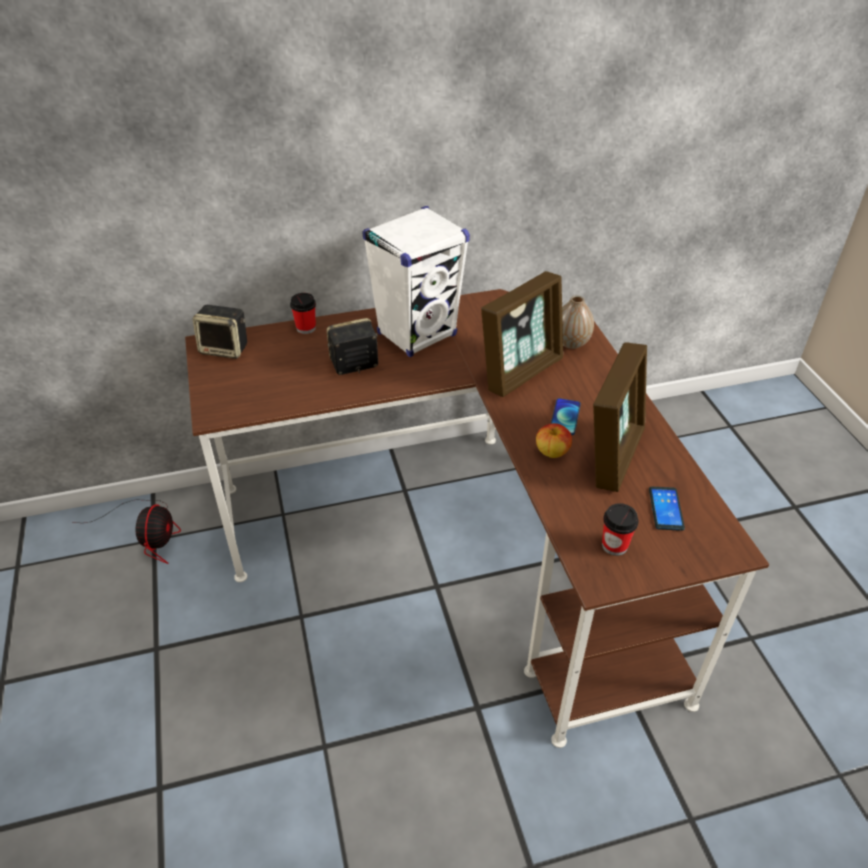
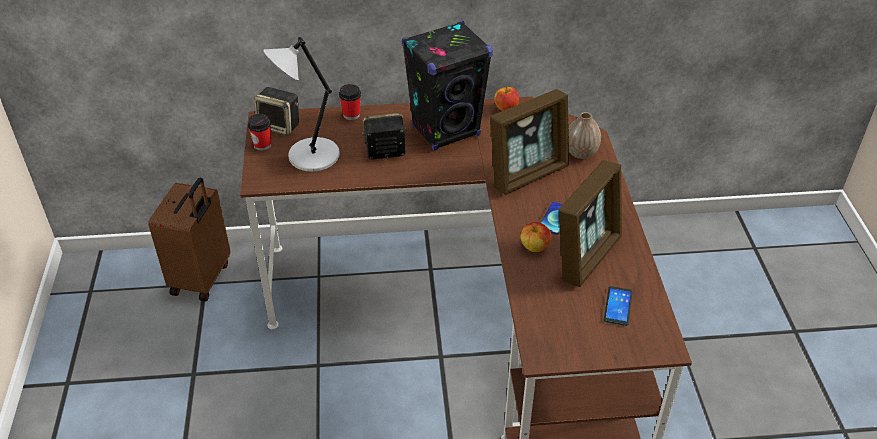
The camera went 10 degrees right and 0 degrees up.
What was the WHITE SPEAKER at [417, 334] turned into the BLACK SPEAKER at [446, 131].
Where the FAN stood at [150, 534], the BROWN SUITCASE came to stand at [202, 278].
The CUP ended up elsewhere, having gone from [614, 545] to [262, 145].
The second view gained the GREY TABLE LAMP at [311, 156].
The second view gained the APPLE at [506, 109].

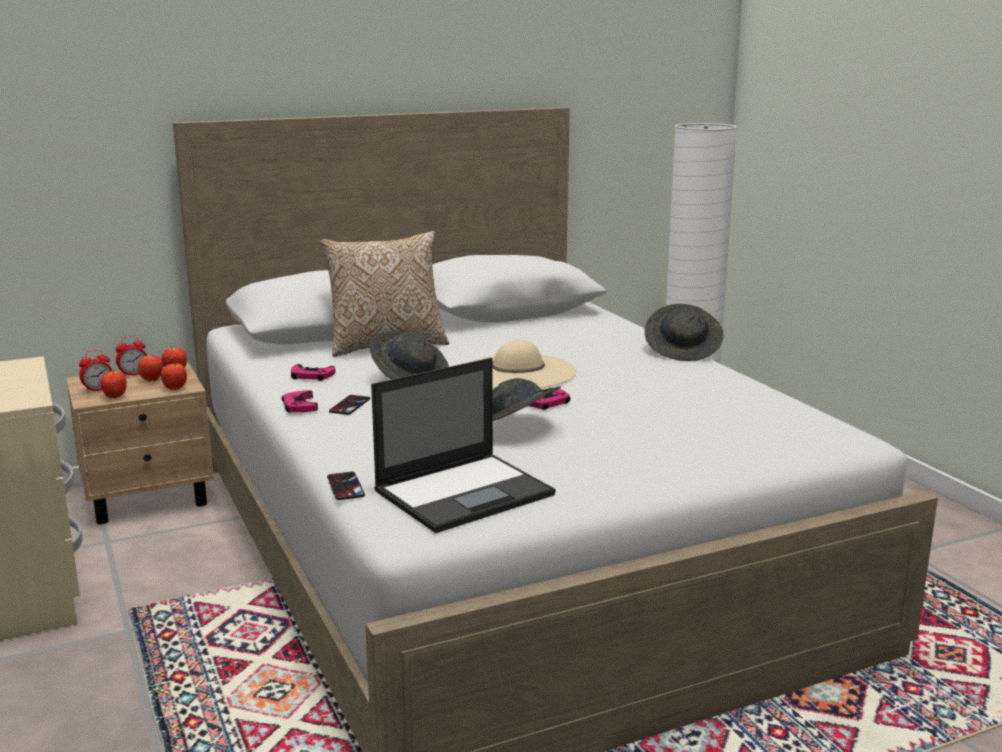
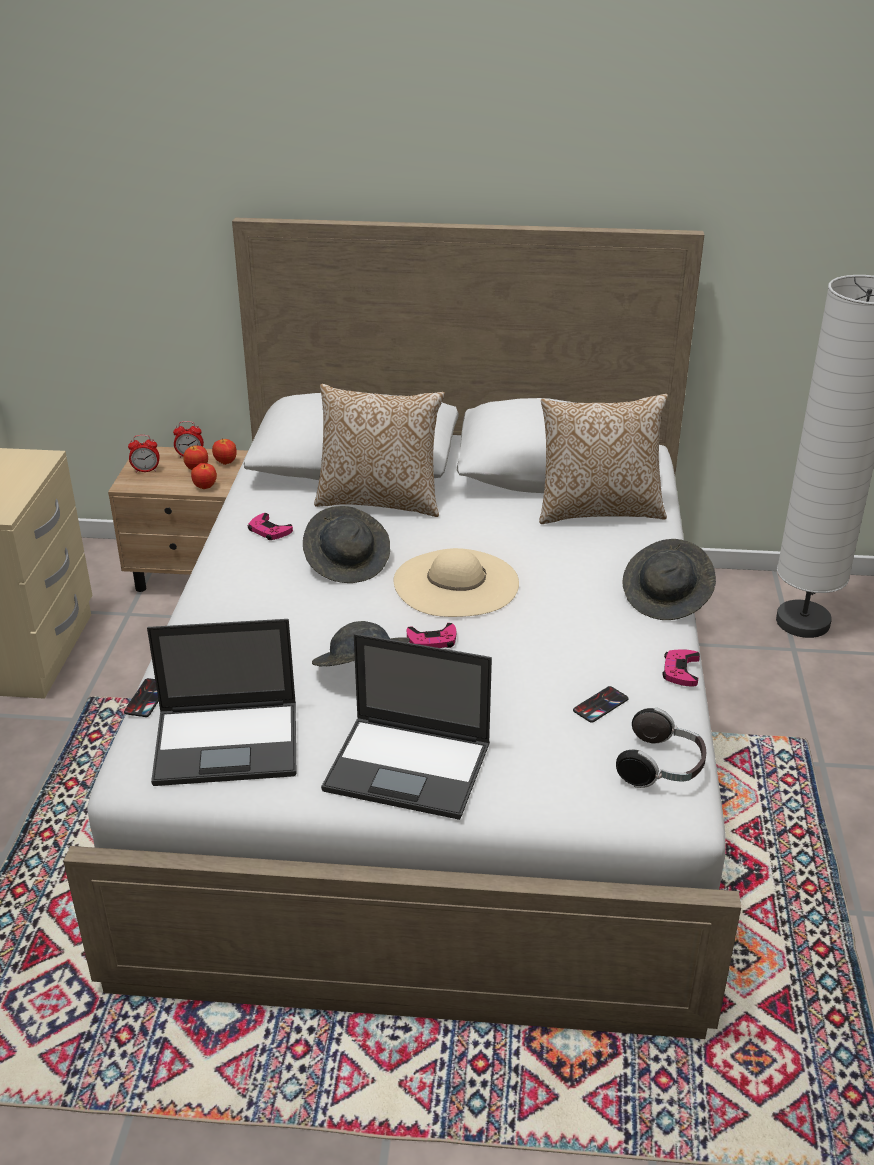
The camera went 30 degrees right and 15 degrees up.
The second view lost the APPLE at [115, 397].
The PINK GAME CONTROLLER ended up elsewhere, having gone from [299, 406] to [680, 671].
The PHONE ended up elsewhere, having gone from [349, 405] to [600, 705].
The second view gained the PILLOW at [598, 510].
The second view gained the LAPTOP at [410, 767].
The second view gained the HEADPHONES at [662, 767].

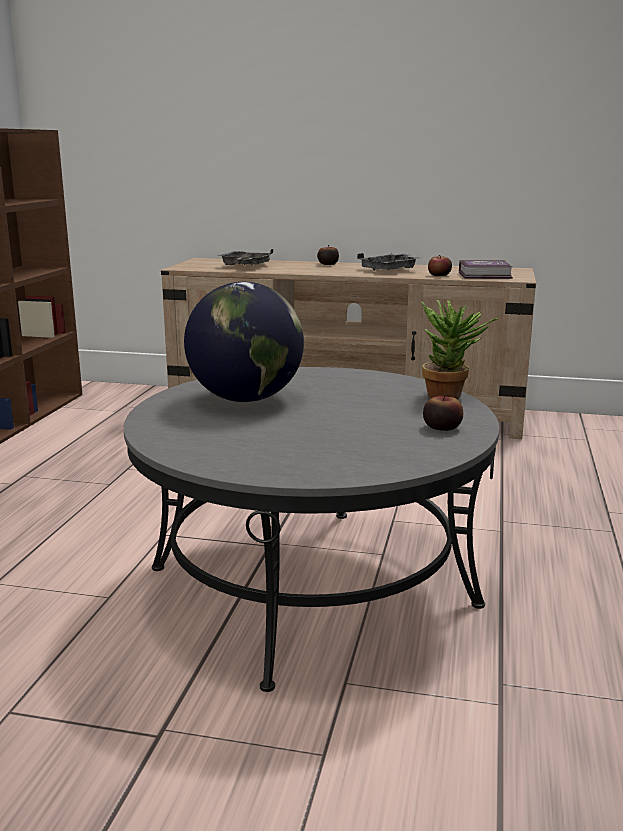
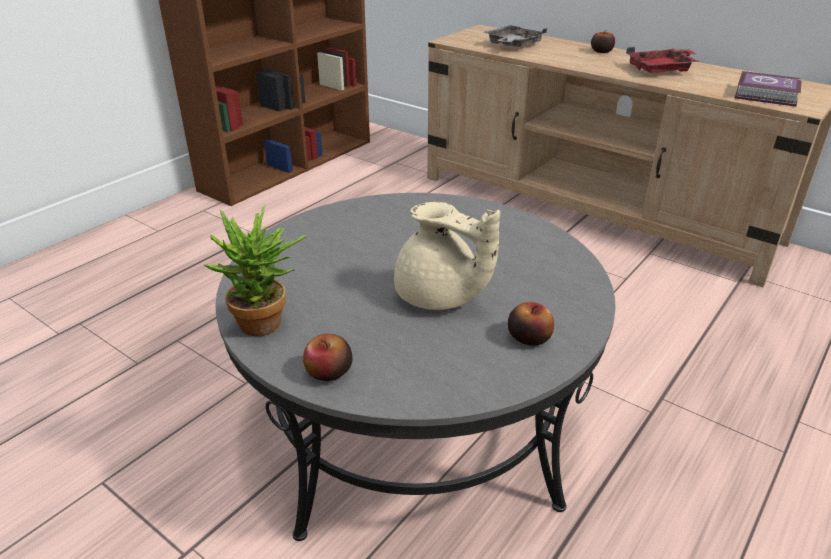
The camera went 25 degrees right and 15 degrees up.
What was the GREY TRAY at [390, 269] turned into the RED TRAY at [661, 70].
The APPLE ended up elsewhere, having gone from [439, 275] to [329, 372].
The second view lost the GLOBE at [246, 399].
The POTTED PLANT ended up elsewhere, having gone from [451, 396] to [266, 328].
The second view gained the BEIGE TEAPOT at [440, 297].

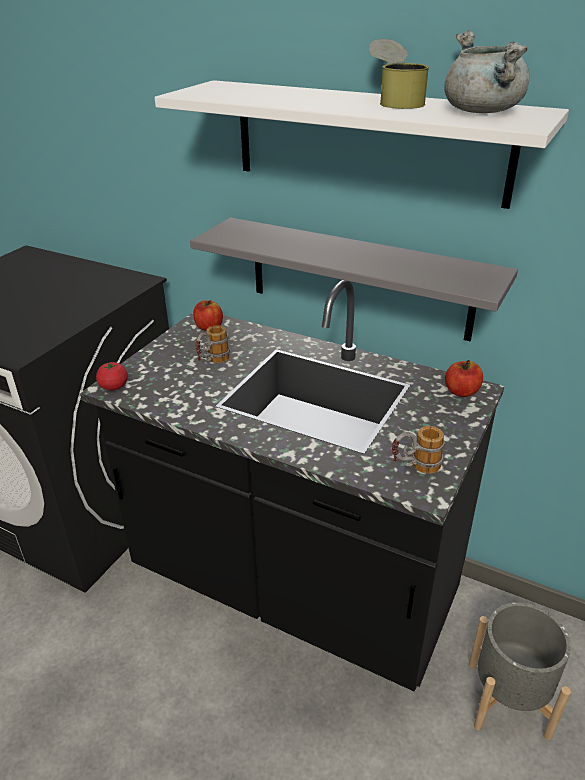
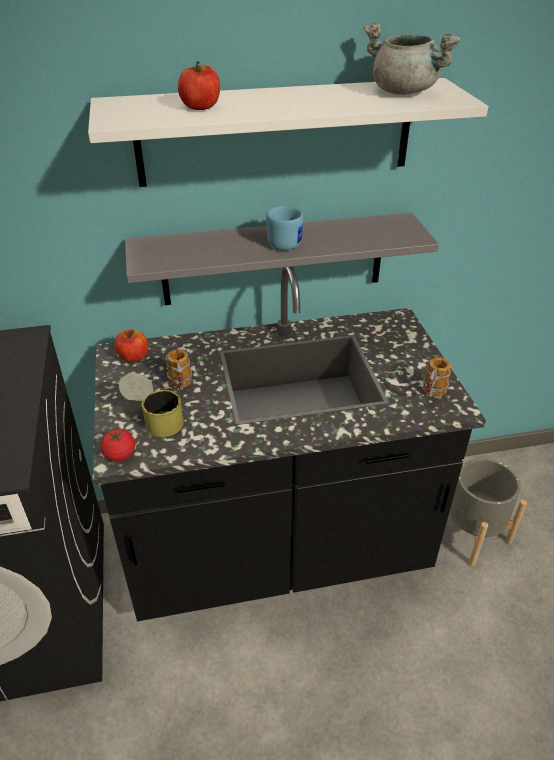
The camera went 40 degrees left and 5 degrees up.
The CAN ended up elsewhere, having gone from [395, 102] to [154, 420].
The APPLE ended up elsewhere, having gone from [461, 391] to [200, 107].
The second view gained the BLUE MUG at [285, 242].

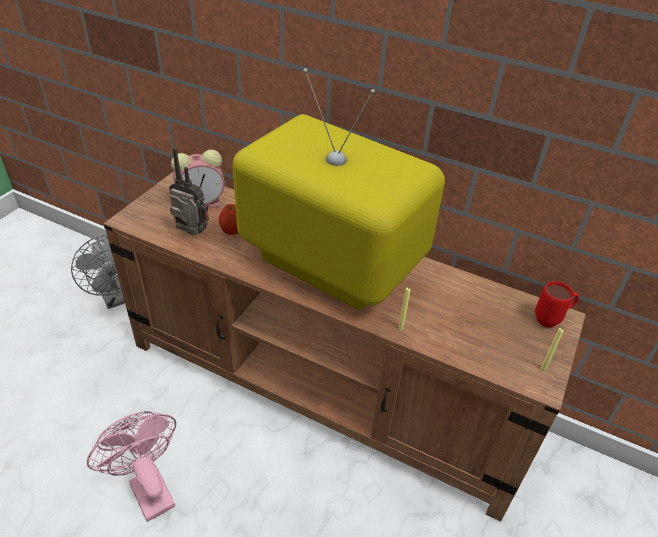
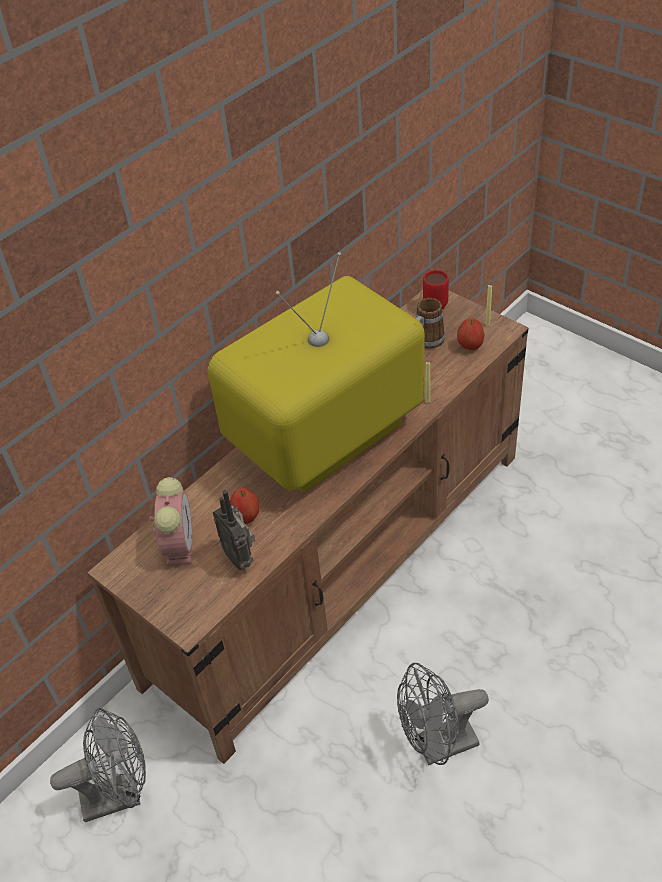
The camera went 70 degrees left and 5 degrees up.
The RADIO at [191, 234] ended up facing another way, 75 degrees counterclockwise from before.
What was the PINK FAN at [148, 488] turned into the GREY FAN at [438, 746].
The second view gained the MUG at [425, 343].
The second view gained the APPLE at [470, 346].

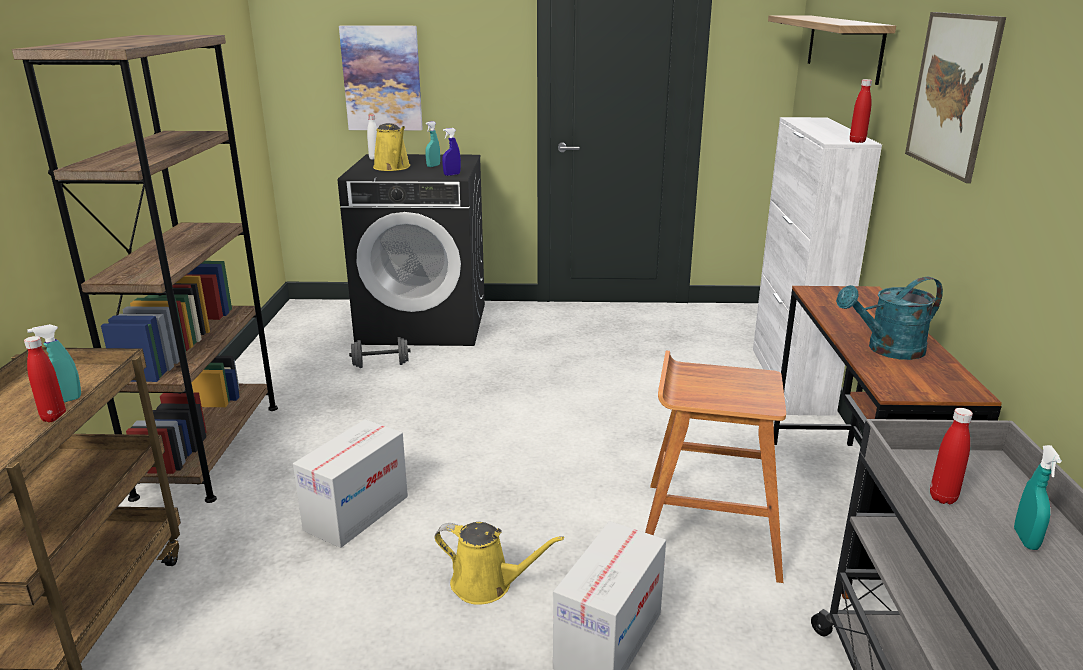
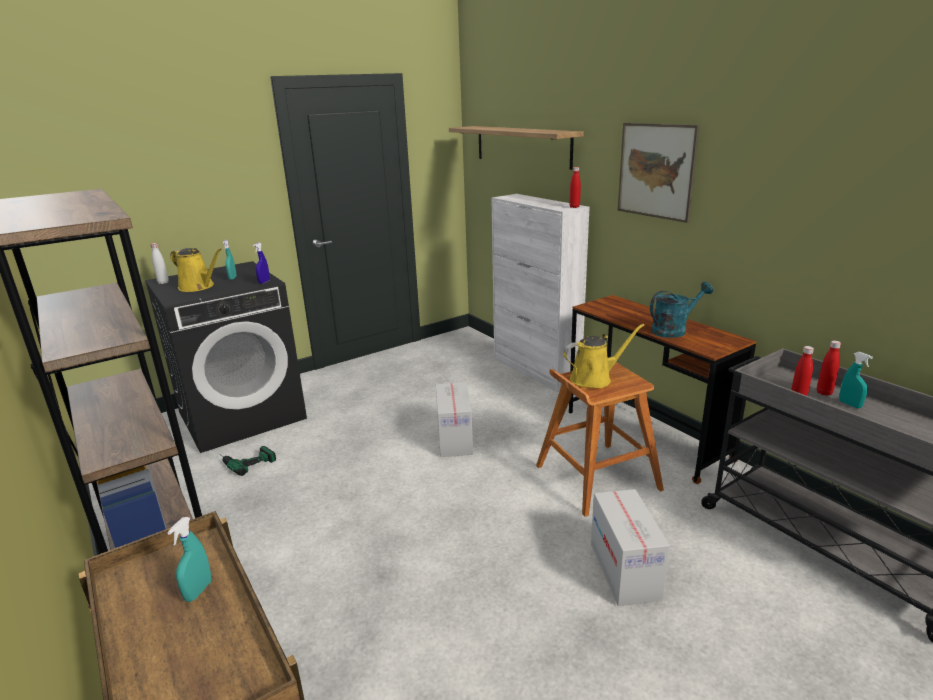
The camera went 35 degrees left and 0 degrees up.
The second view lost the PICTURE at [382, 78].
The TURQUOISE WATERING CAN at [887, 350] ended up facing another way, 150 degrees counterclockwise from before.
The RED BOTTLE ended up elsewhere, having gone from [54, 417] to [824, 392].
Where the GREY DUMBBELL stood at [381, 365], the POWER DRILL came to stand at [246, 460].
The CARDBOARD BOX ended up elsewhere, having gone from [356, 513] to [454, 439].
The YELLOW WATERING CAN ended up elsewhere, having gone from [487, 584] to [594, 378].

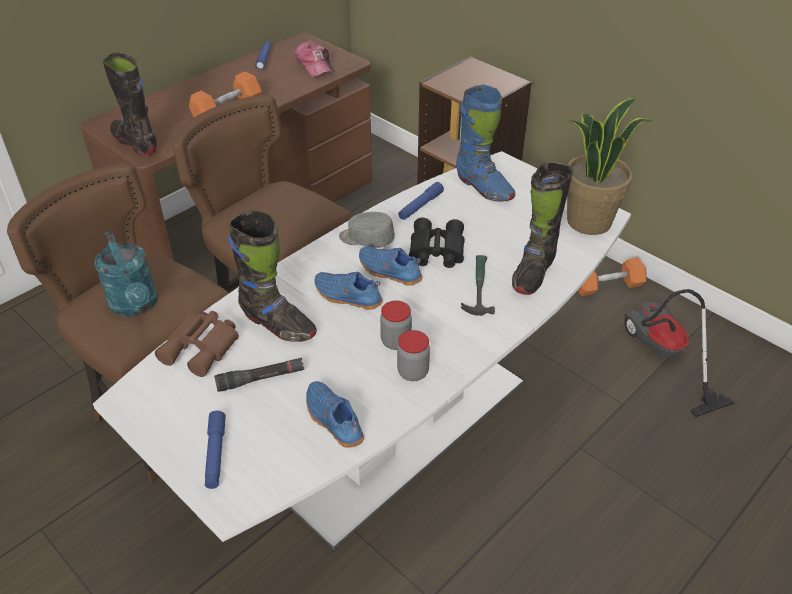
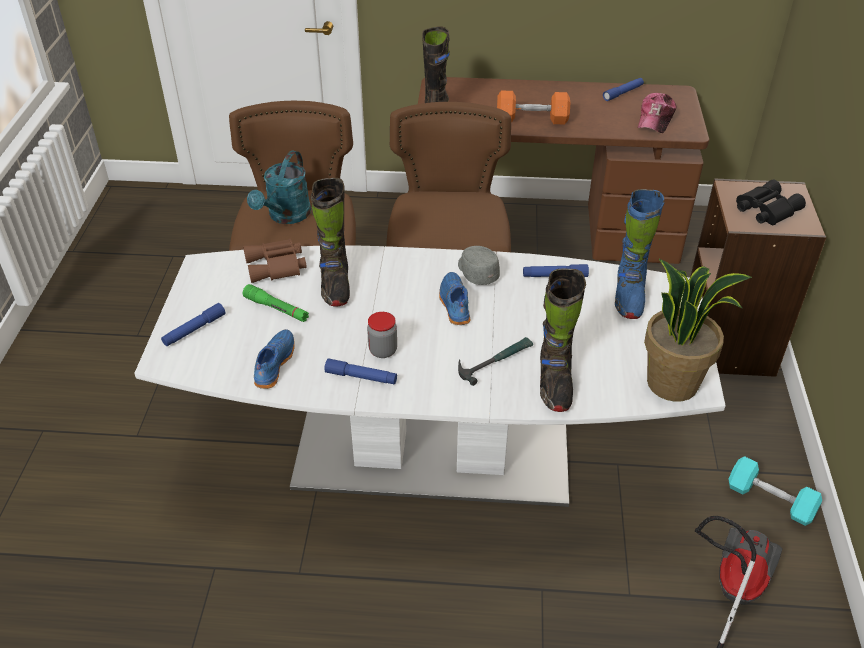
The camera went 50 degrees right and 0 degrees up.
The BLACK BOOT at [533, 273] ended up facing another way, 75 degrees counterclockwise from before.
The BLACK BINOCULARS ended up elsewhere, having gone from [435, 251] to [765, 209].
What was the ORANGE DUMBBELL at [607, 286] turned into the TURQUOISE DUMBBELL at [770, 500].
The second view lost the BLUE SHOE at [347, 297].
Where the JAR stood at [413, 372], the BLUE FLASHLIGHT came to stand at [361, 377].
What was the BLACK FLASHLIGHT at [261, 379] turned into the GREEN FLASHLIGHT at [276, 309].

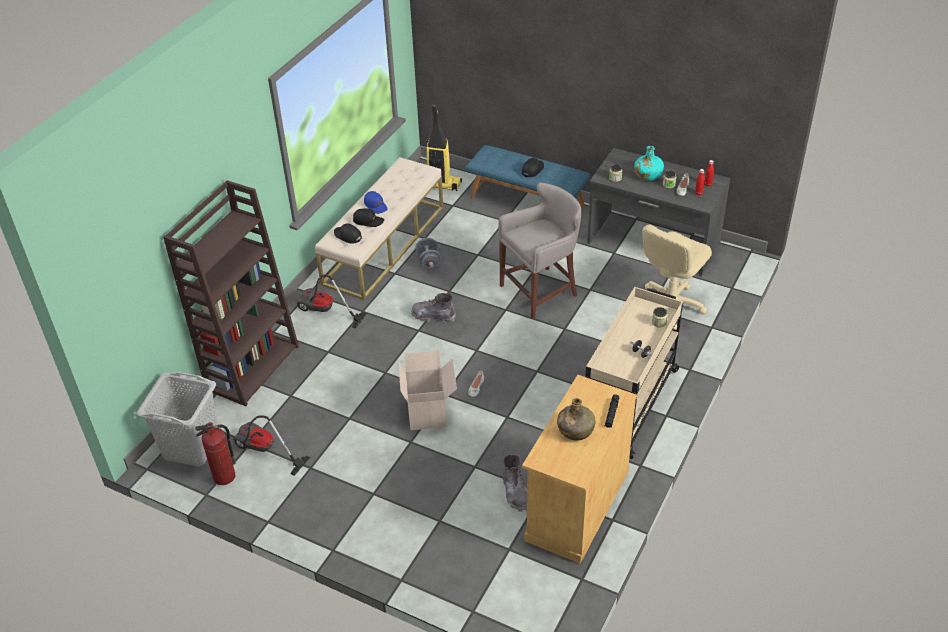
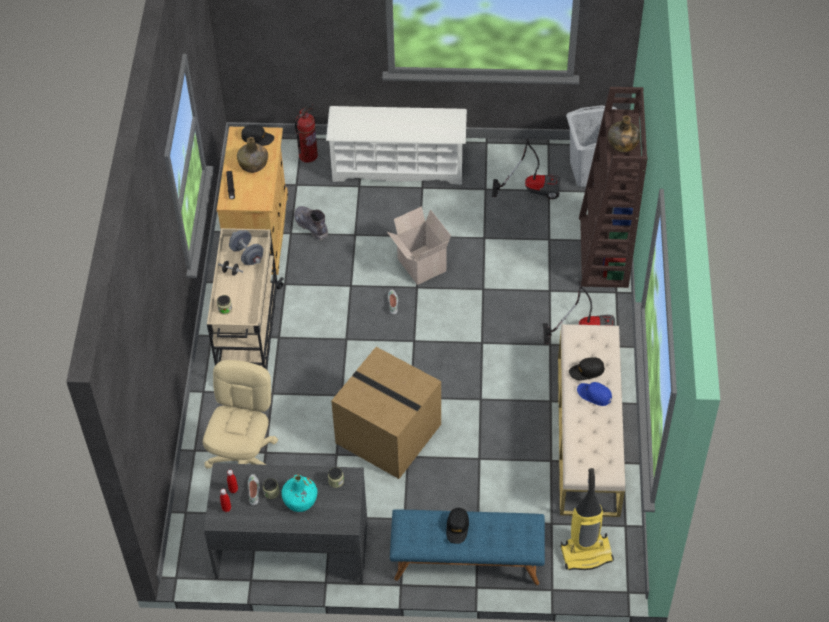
The camera went 155 degrees right and 10 degrees up.
Where the GREY STOOL stood at [541, 291], the CARDBOARD BOX came to stand at [386, 434].
The BLACK CAP ended up elsewhere, having gone from [347, 236] to [257, 138].
The GREY DUMBBELL ended up elsewhere, having gone from [428, 261] to [247, 255].
The second view lost the GREY BOOT at [433, 316].
The FIRE EXTINGUISHER ended up elsewhere, having gone from [224, 476] to [308, 156].
The second view gained the WHITE SHOE RACK at [398, 166].
The second view gained the GREEN BOTTLE at [622, 144].

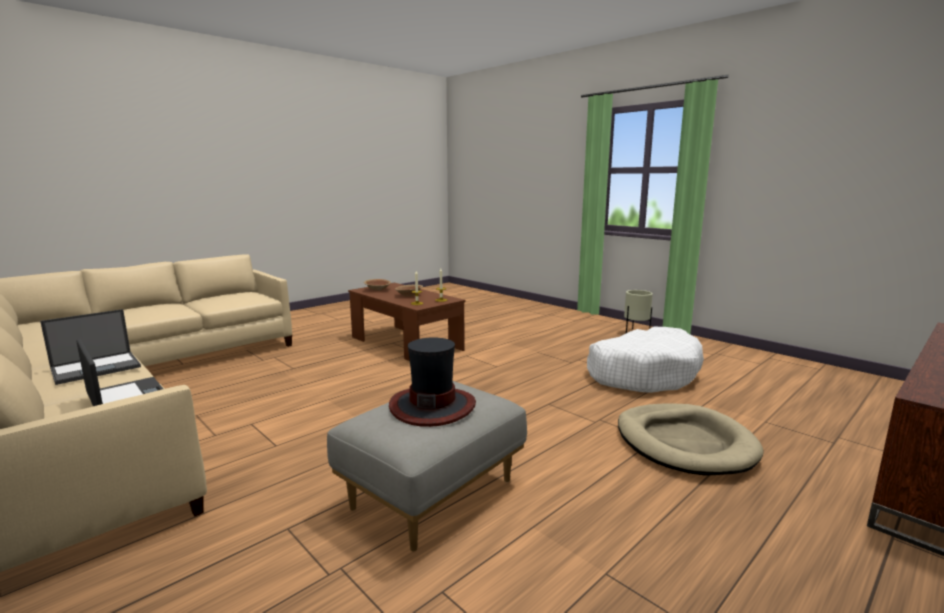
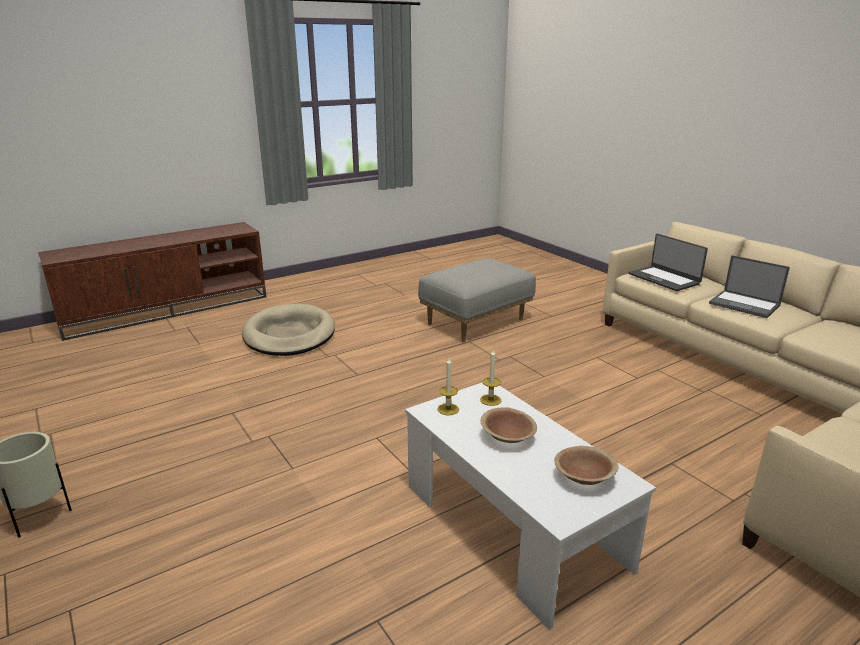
The camera went 170 degrees left and 10 degrees up.
What was the BROWN COFFEE TABLE at [405, 343] turned into the WHITE COFFEE TABLE at [512, 526].
The LAPTOP at [97, 368] ended up facing another way, 105 degrees counterclockwise from before.
The second view lost the WHITE DOG BED at [643, 373].
The second view lost the HAT at [432, 406].

